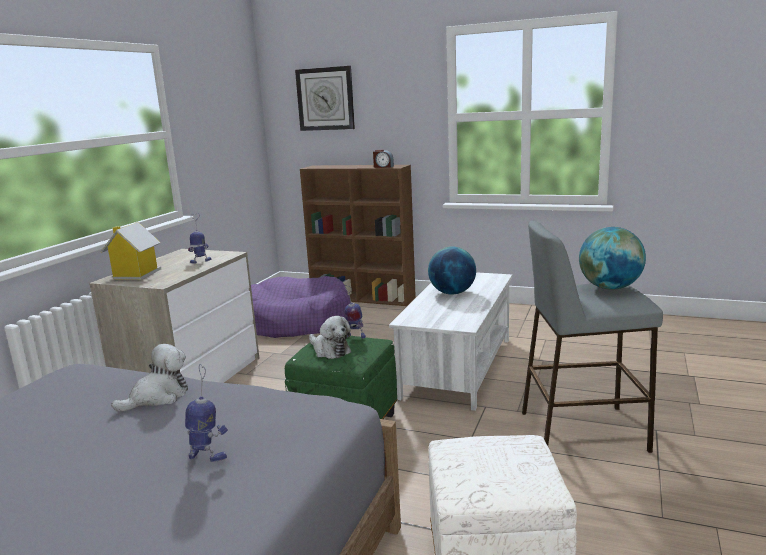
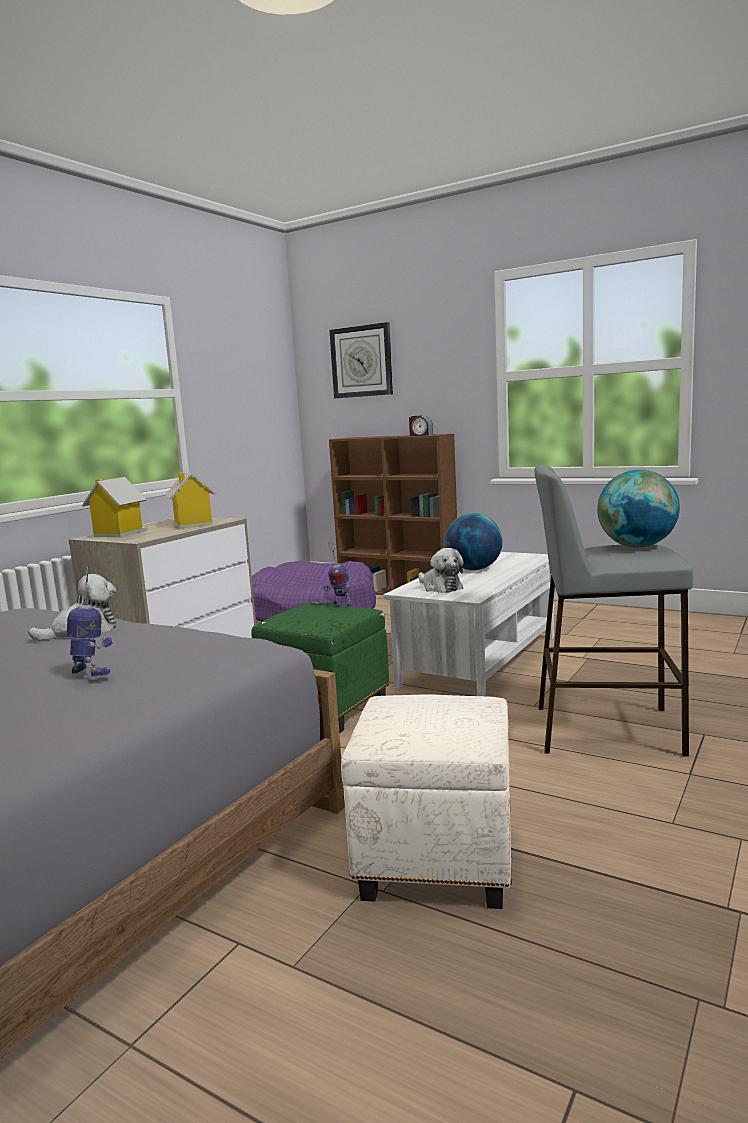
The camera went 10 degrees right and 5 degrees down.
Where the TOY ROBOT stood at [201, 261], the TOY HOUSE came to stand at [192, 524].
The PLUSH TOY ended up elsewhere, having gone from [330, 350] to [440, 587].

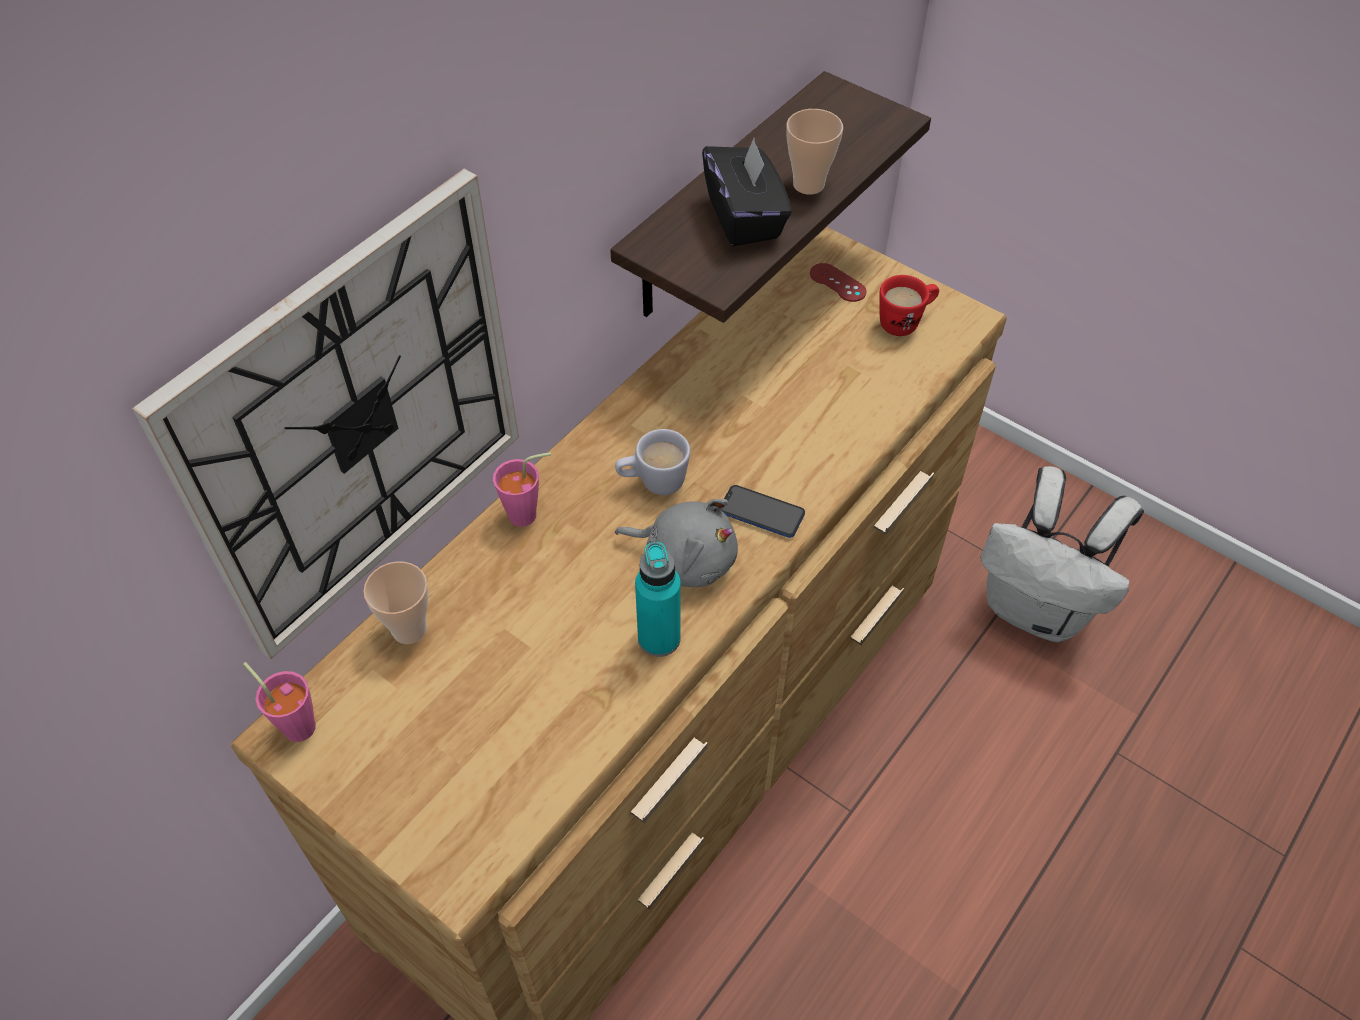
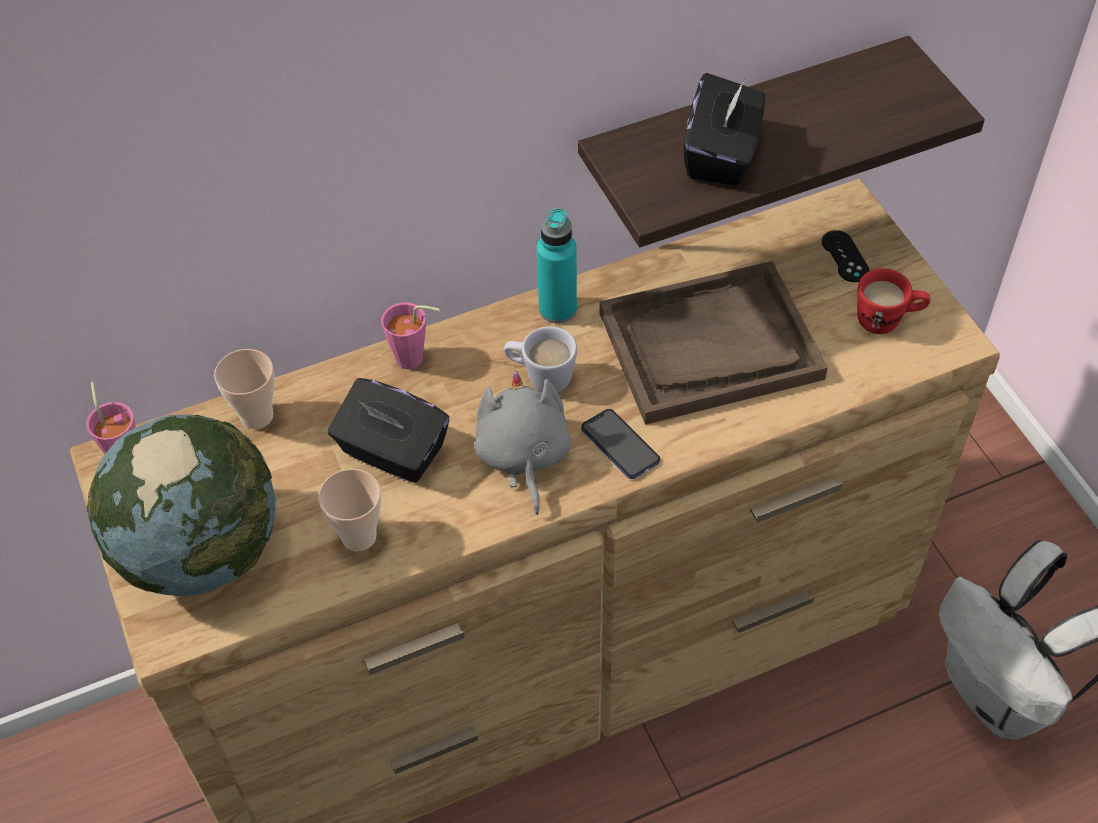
The camera went 30 degrees right and 0 degrees up.
The CUP ended up elsewhere, having gone from [808, 184] to [359, 537].
The second view lost the WALL CLOCK at [356, 421].
What was the RED GAME CONTROLLER at [837, 283] turned into the BLACK GAME CONTROLLER at [845, 256].
The GREY PLUSH TOY at [685, 559] ended up facing another way, 150 degrees counterclockwise from before.
The TURQUOISE BOTTLE ended up elsewhere, having gone from [659, 638] to [557, 309].
The second view gained the BROWN TRAY at [709, 346].
The second view gained the BLACK TISSUE BOX at [392, 452].
The second view gained the GLOBE at [203, 551].

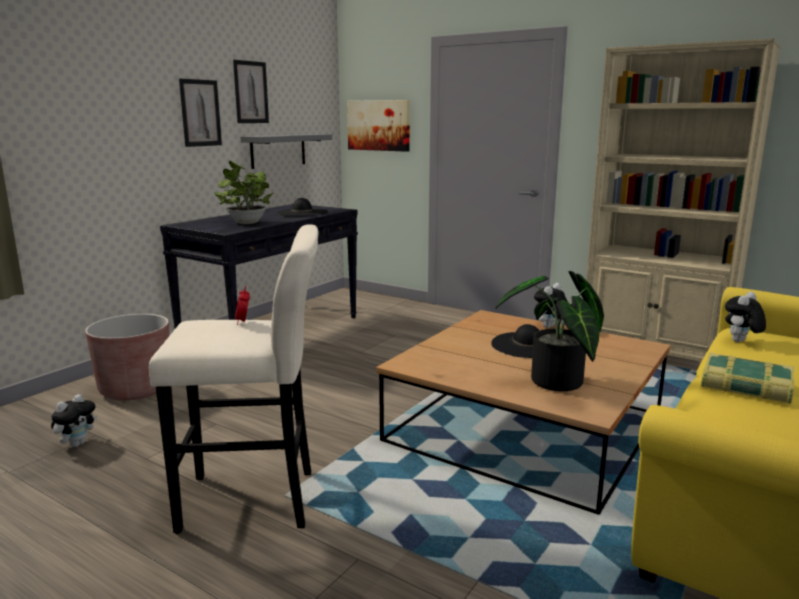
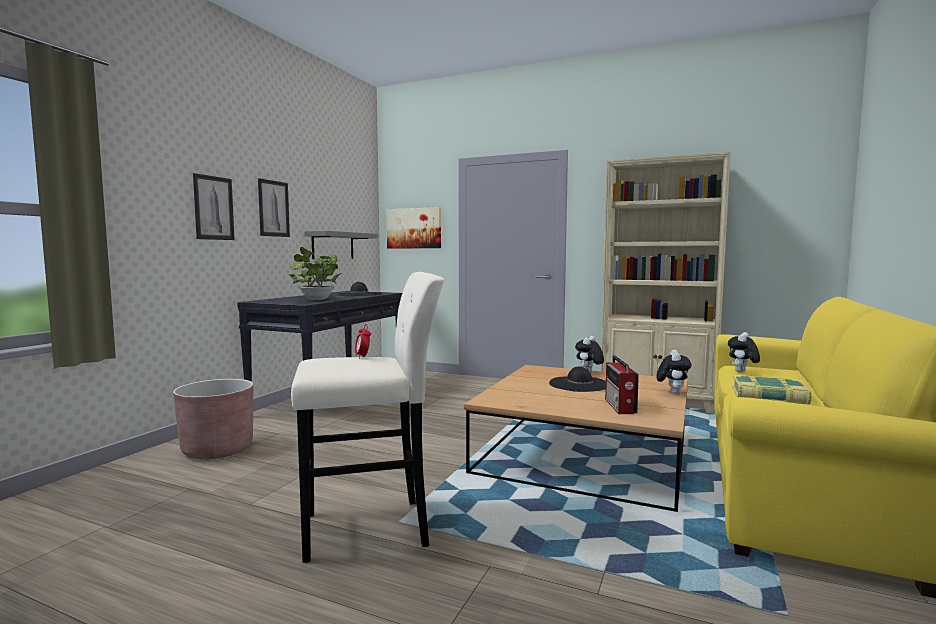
The camera went 10 degrees left and 10 degrees down.
The PICTURE ended up elsewhere, having gone from [251, 92] to [213, 208].
Where the POTTED PLANT stood at [555, 384], the RADIO came to stand at [620, 406].
The PLUSH TOY ended up elsewhere, having gone from [77, 444] to [672, 393].

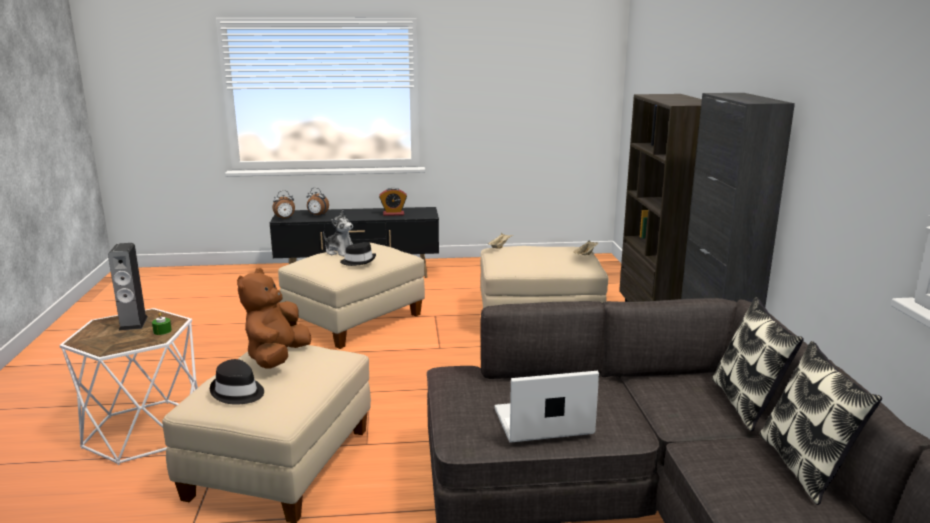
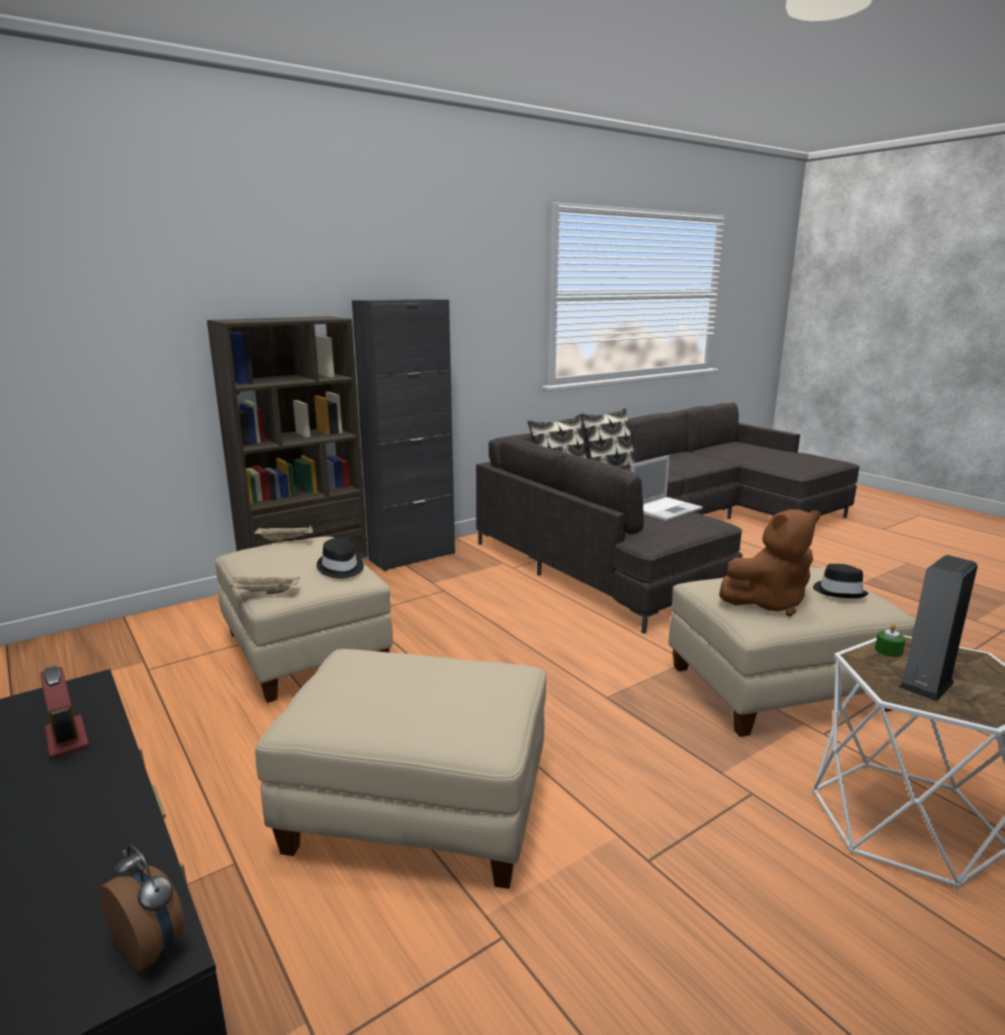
The camera went 120 degrees left and 0 degrees up.
The second view lost the ALARM CLOCK at [317, 215].
The second view lost the PLUSH TOY at [340, 252].
The BLACK HAT ended up elsewhere, having gone from [358, 261] to [340, 568].
The LAPTOP at [541, 422] ended up facing another way, 90 degrees counterclockwise from before.

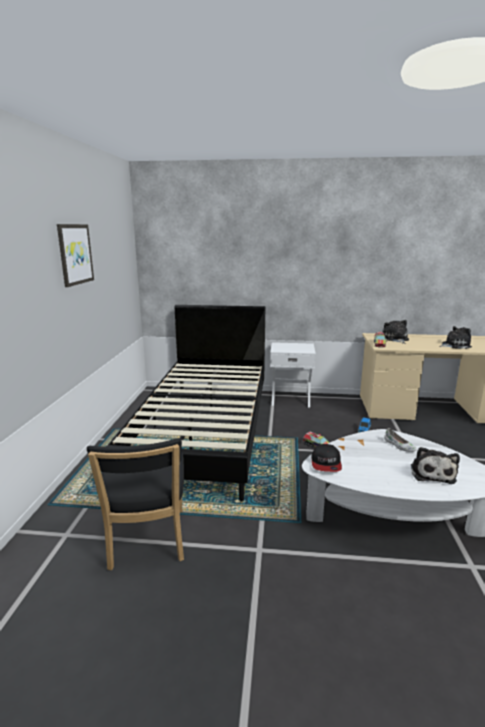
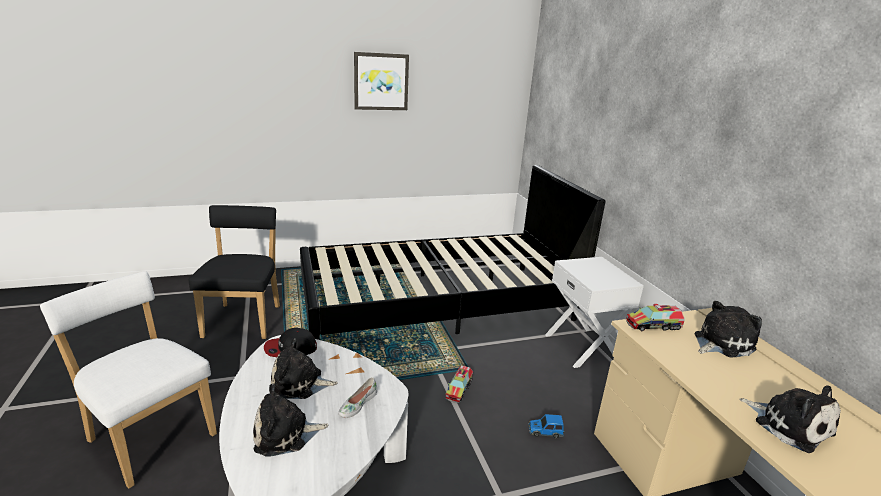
The camera went 65 degrees right and 5 degrees up.
The BLACK CHAIR at [147, 542] ended up facing another way, 120 degrees clockwise from before.
The second view gained the WHITE CHAIR at [149, 435].
The second view gained the PLUSH TOY at [300, 384].

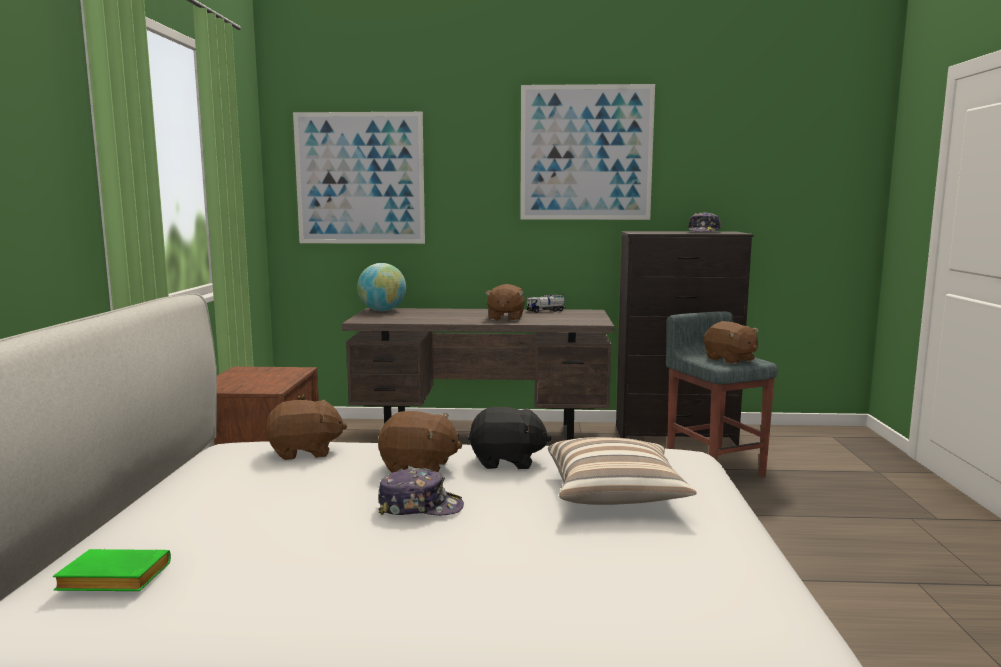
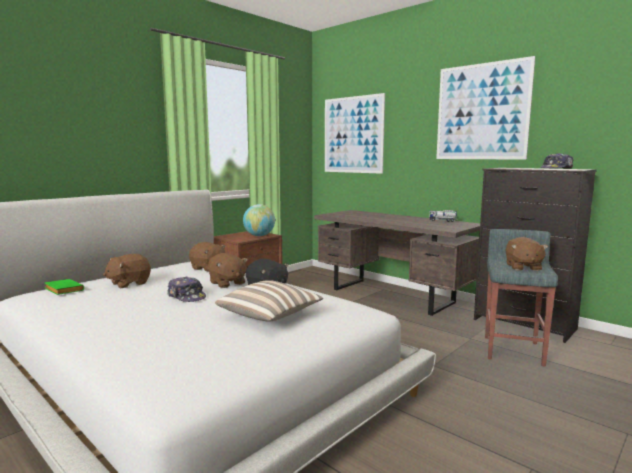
The camera went 40 degrees right and 0 degrees up.
The GLOBE ended up elsewhere, having gone from [382, 311] to [259, 236].
The BROWN PLUSH TOY ended up elsewhere, having gone from [505, 318] to [129, 283].

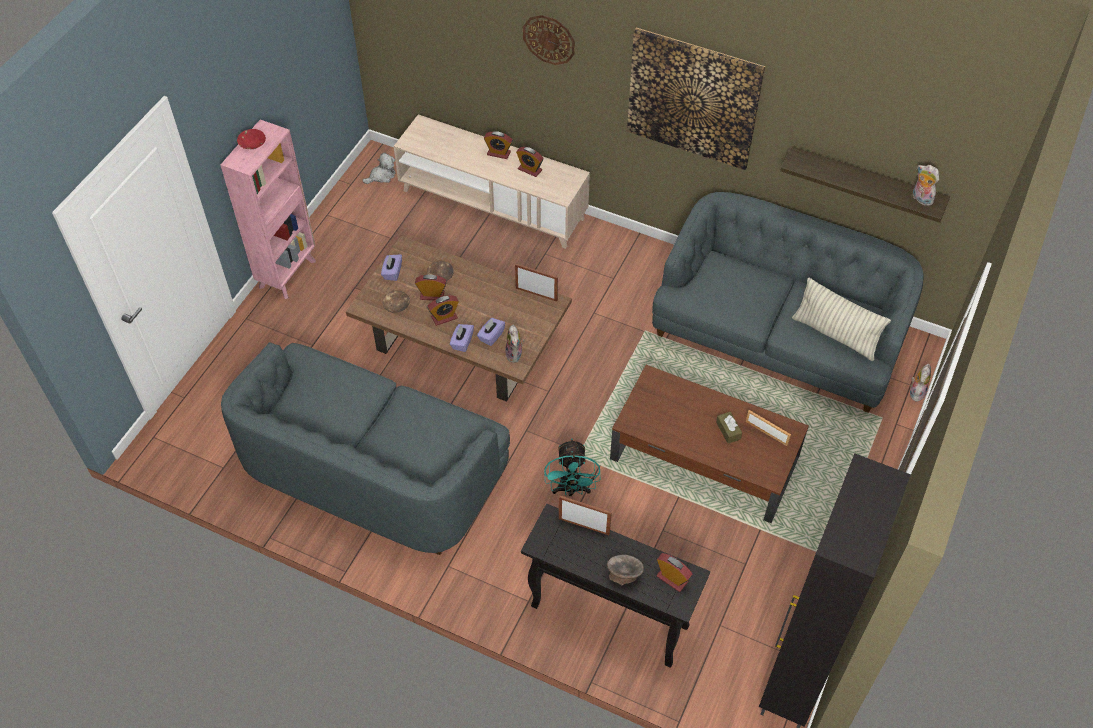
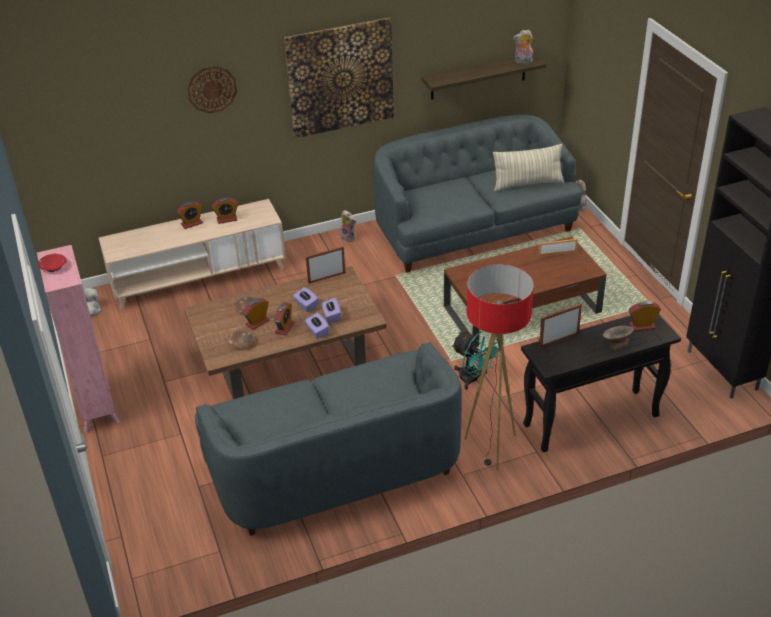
The camera went 45 degrees left and 15 degrees down.
The PURPLE TISSUE BOX ended up elsewhere, having gone from [392, 272] to [306, 305].
The PLUSH TOY ended up elsewhere, having gone from [515, 355] to [349, 238].
The second view lost the BROWN TISSUE BOX at [728, 430].
The second view gained the FLOOR LAMP at [492, 448].

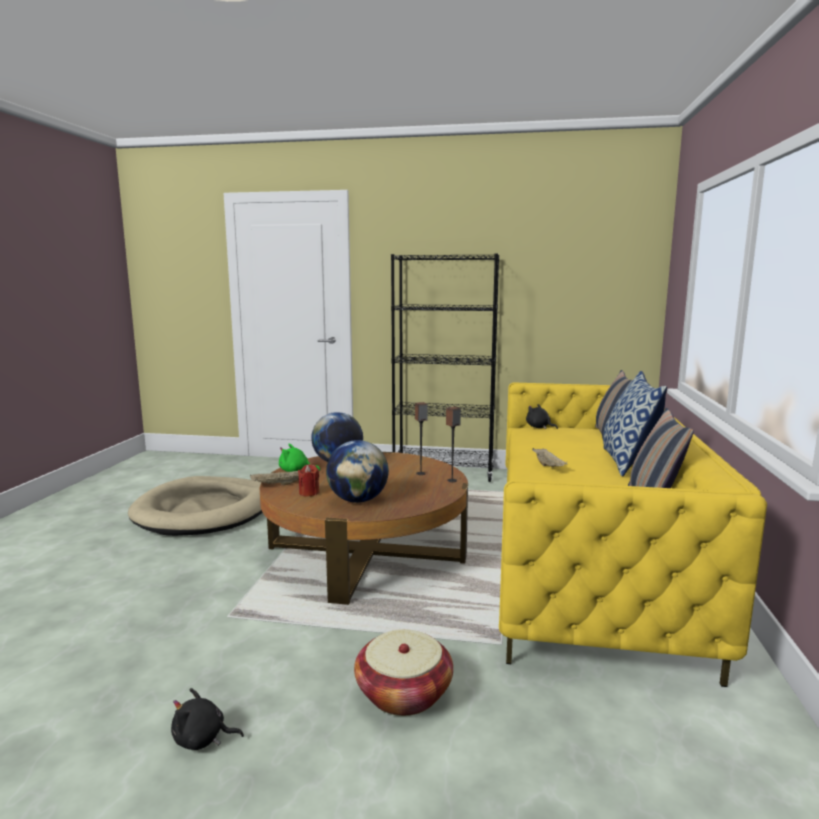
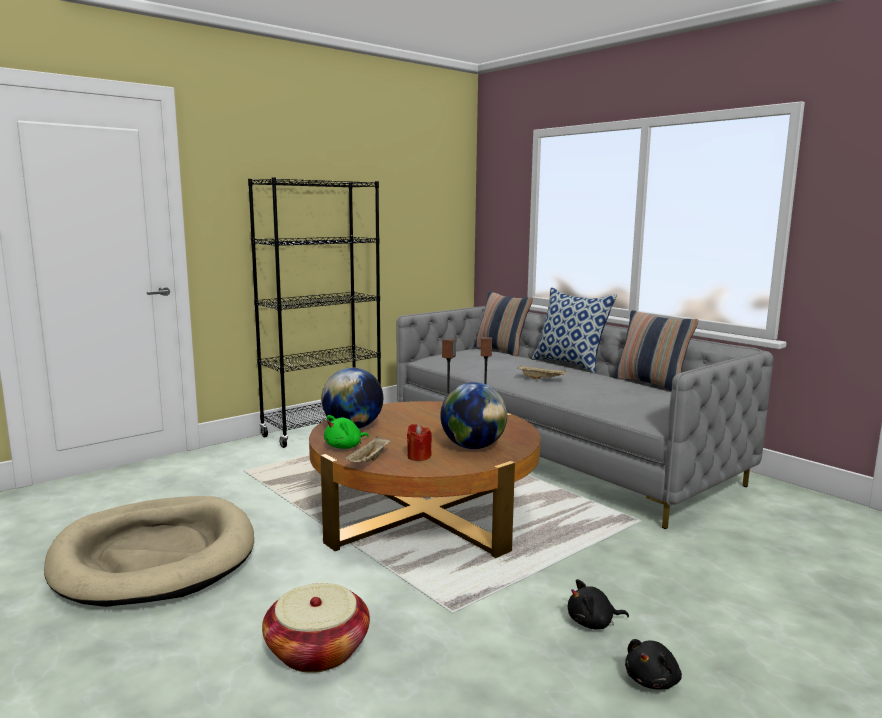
The camera went 50 degrees left and 0 degrees up.
What was the YELLOW SOFA at [584, 555] turned into the GREY SOFA at [555, 451].
The BLACK PLUSH TOY ended up elsewhere, having gone from [539, 427] to [593, 623].
The BASKET ended up elsewhere, having gone from [403, 693] to [317, 650].

